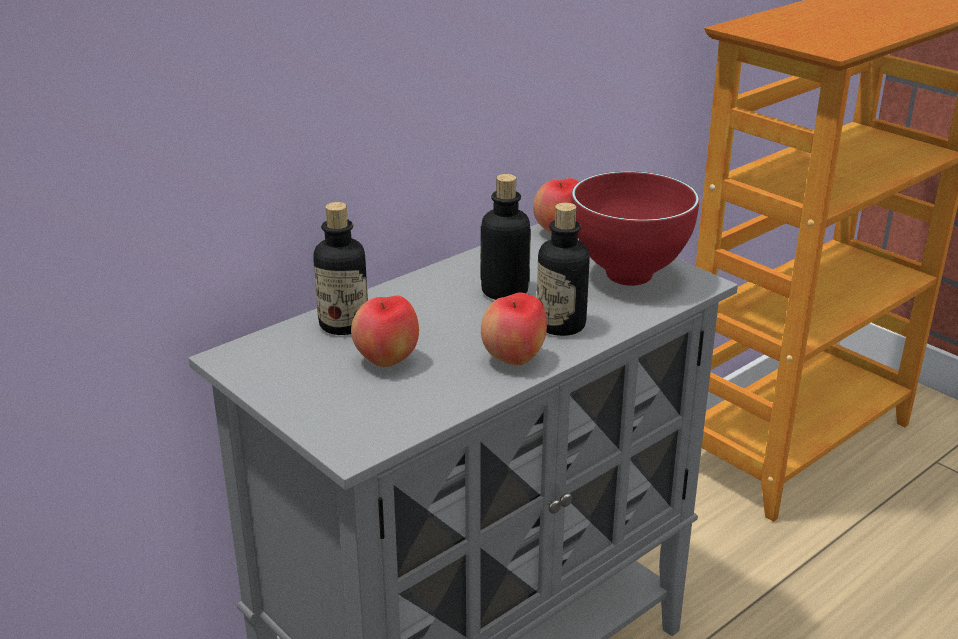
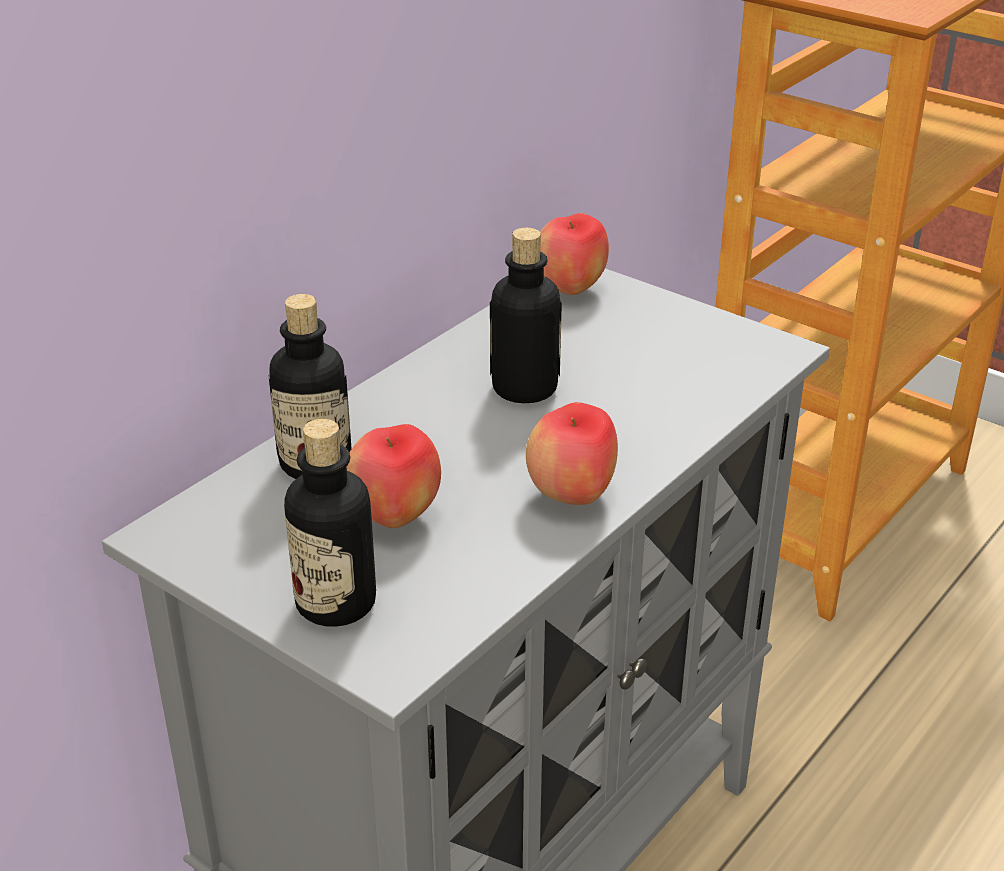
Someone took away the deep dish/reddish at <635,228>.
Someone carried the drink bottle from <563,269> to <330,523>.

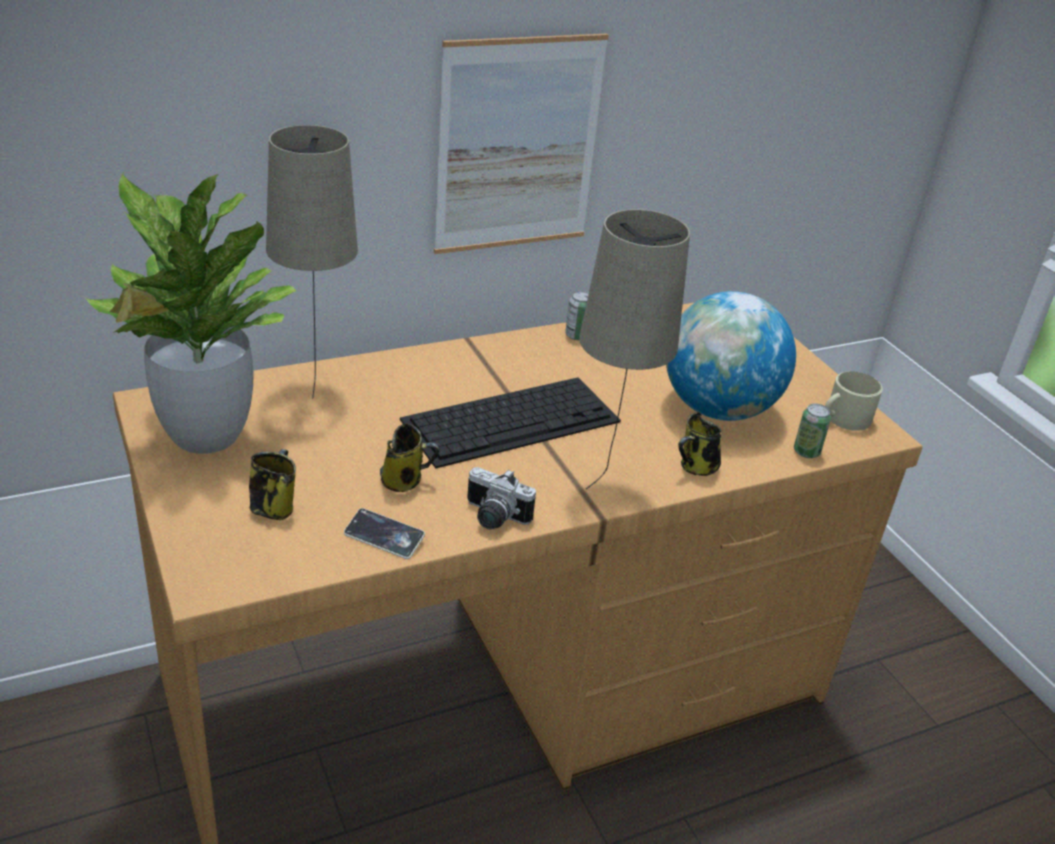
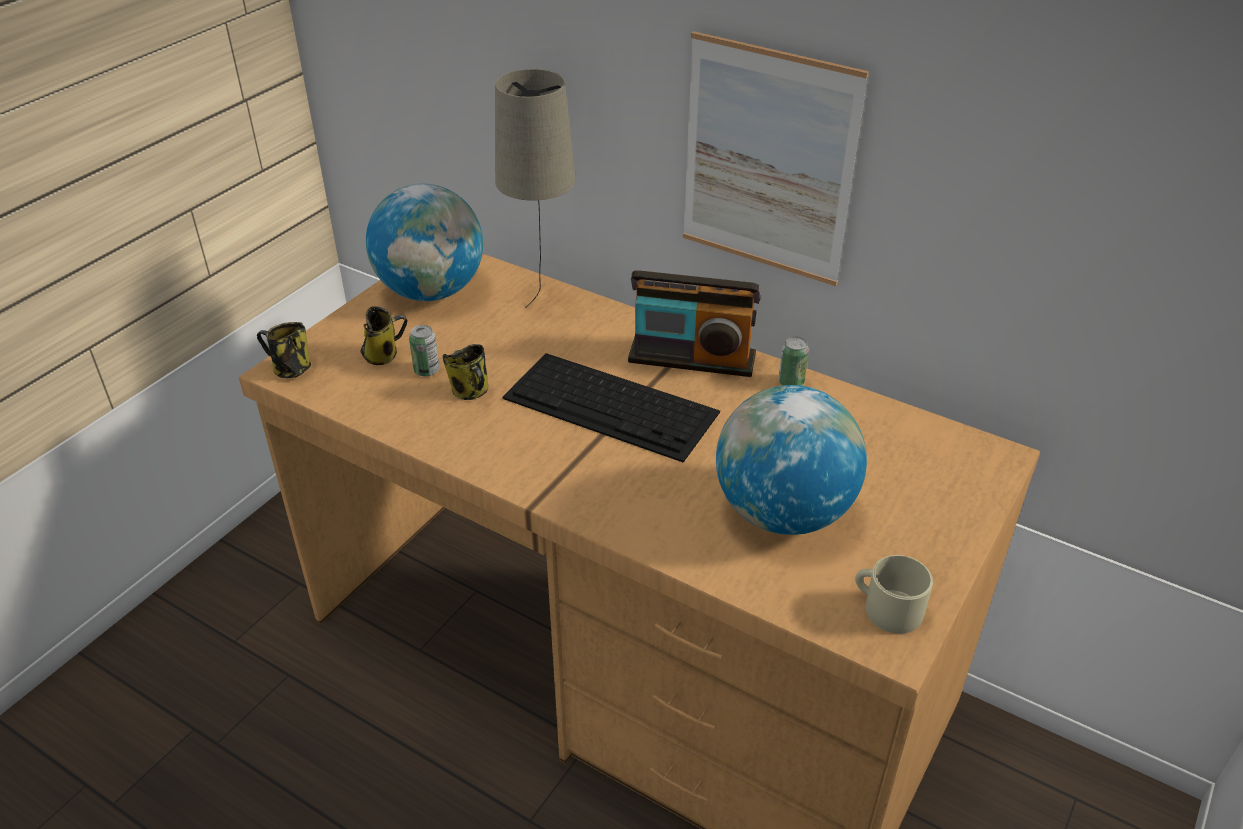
Someone swapped the houseplant at <191,313> for the world globe at <424,242>.
Someone took away the table lamp/beige at <634,349>.
Someone carried the metal can from <812,431> to <424,351>.
Someone carried the tea mug from <699,444> to <284,350>.
Someone took away the still camera at <501,498>.
Someone took away the phone at <384,533>.
Someone put down the radio receiver at <694,323>.

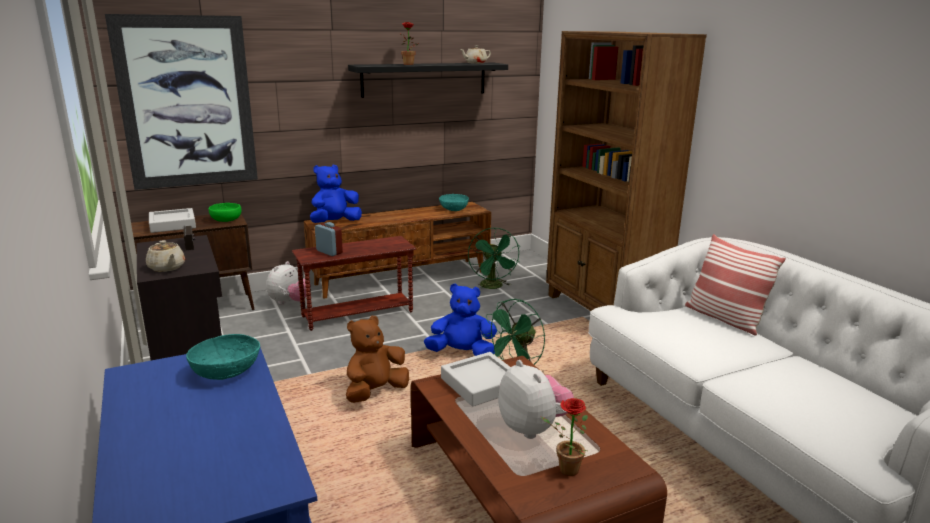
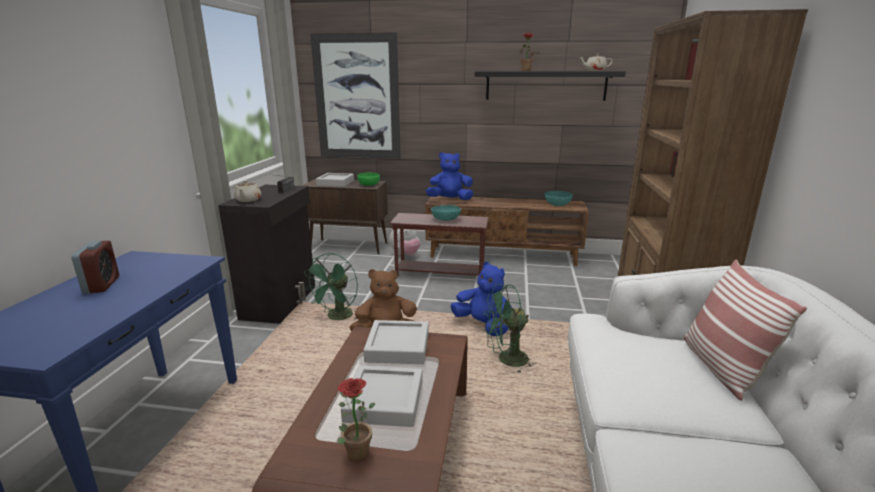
Someone carried the alarm clock from <329,239> to <95,267>.
Someone carried the fan/green from <494,258> to <330,286>.
Someone carried the deep dish/blue-green from <223,357> to <446,213>.
Someone swapped the plush toy at <536,399> for the serving tray/grey at <382,396>.

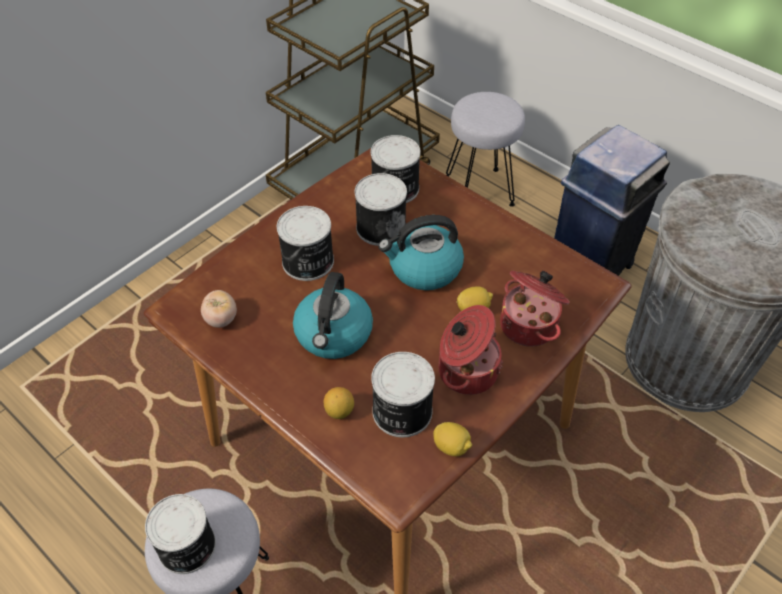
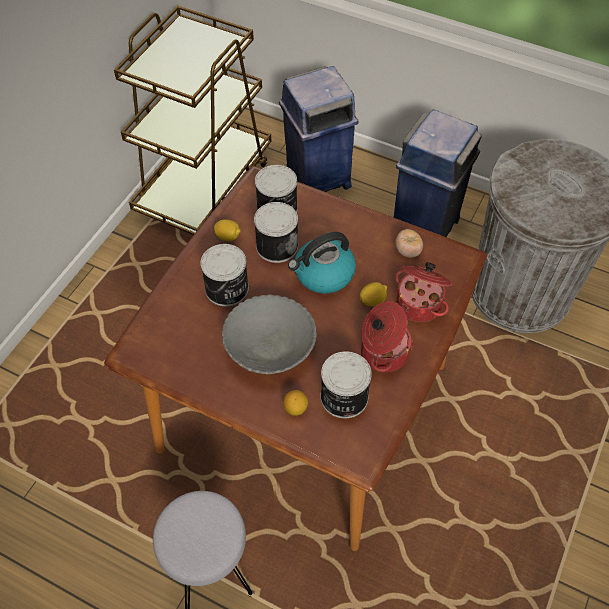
Someone swapped the stool seat/grey at <485,149> for the rubbish bin/blue-coloured at <319,129>.
Someone swapped the water kettle at <333,315> for the deep dish/grey at <269,334>.
Someone carried the tomato from <219,309> to <409,243>.
Someone carried the whole lemon from <452,439> to <227,230>.
Someone took away the metal can at <180,534>.

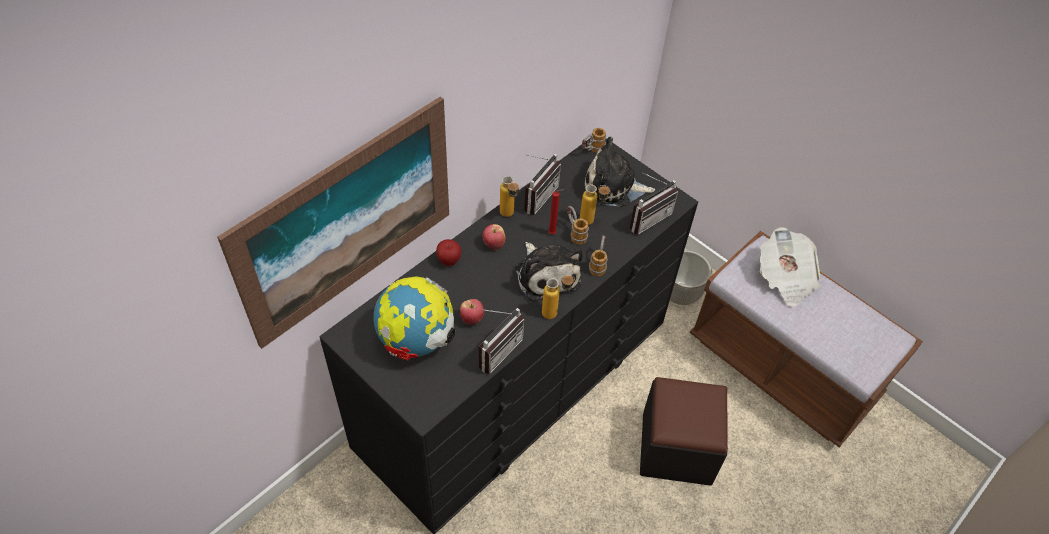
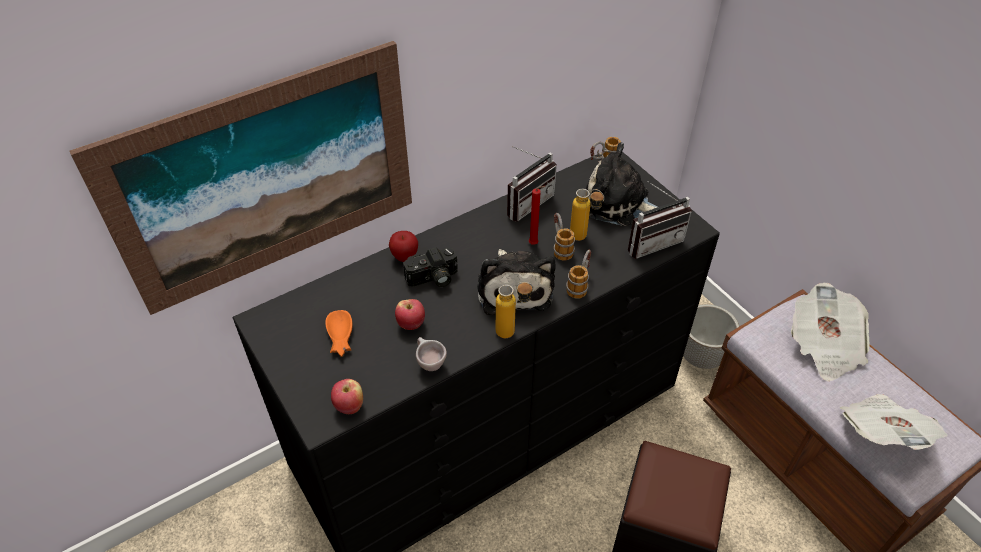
Someone took away the drink bottle at <509,196>.
Someone carried the apple from <494,237> to <347,396>.
Someone swapped the world globe at <414,318> for the deep dish/orange at <339,333>.
Someone swapped the radio receiver at <501,341> for the drinking cup/beige at <431,354>.
Someone put down the still camera at <430,267>.
Someone put down the daily paper at <893,422>.

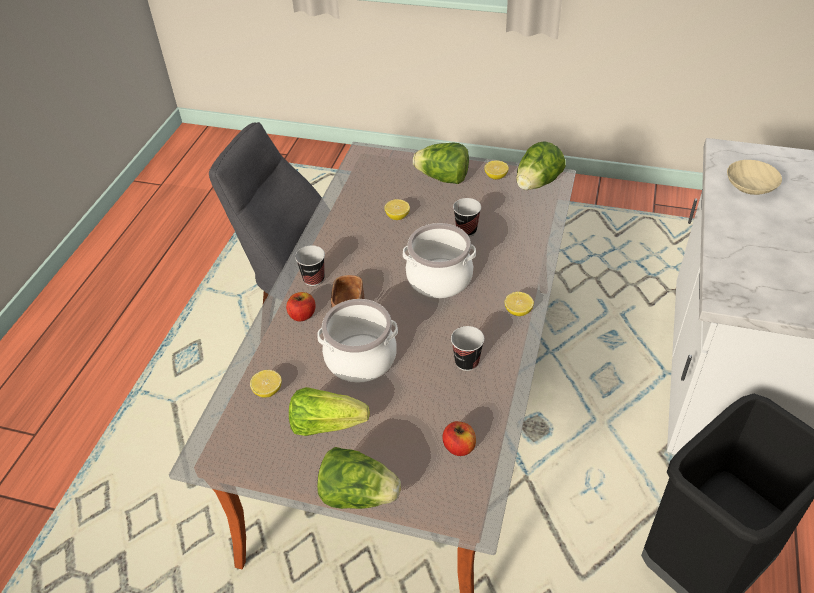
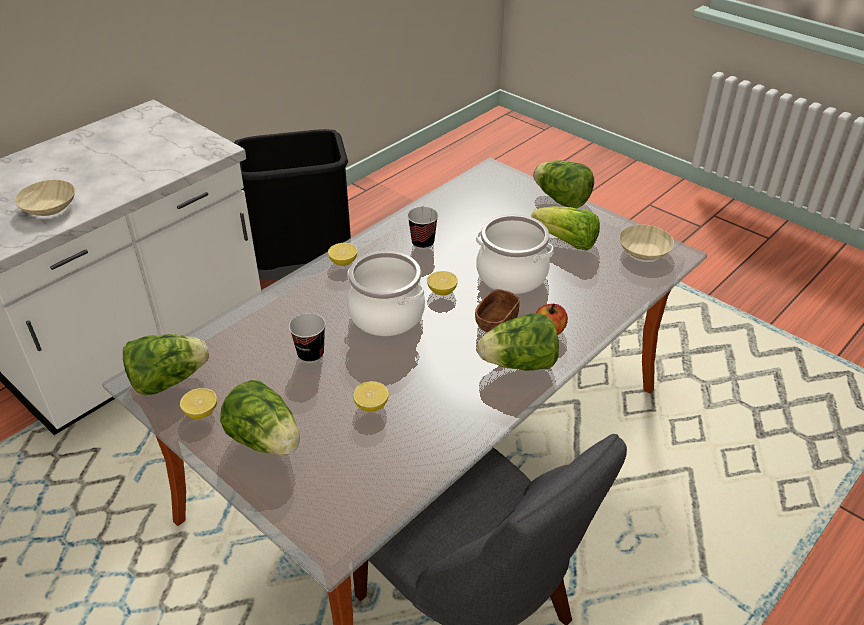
Someone swapped the drinking cup at <310,265> for the lettuce head at <518,342>.
Someone carried the whole lemon from <265,384> to <442,283>.
Someone took away the apple at <459,438>.
Someone put down the deep dish/beige at <646,242>.

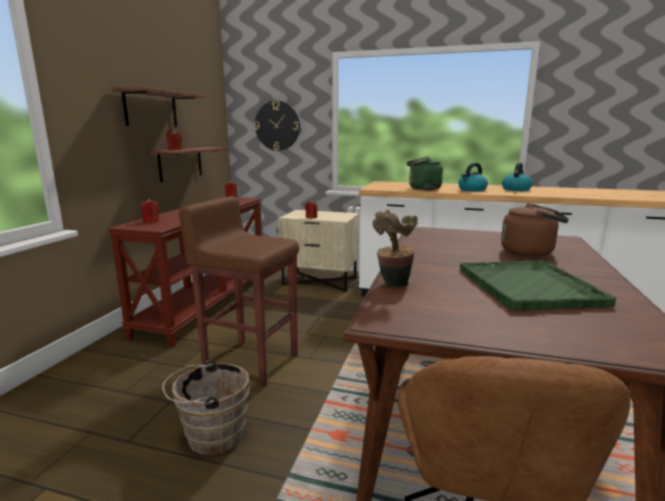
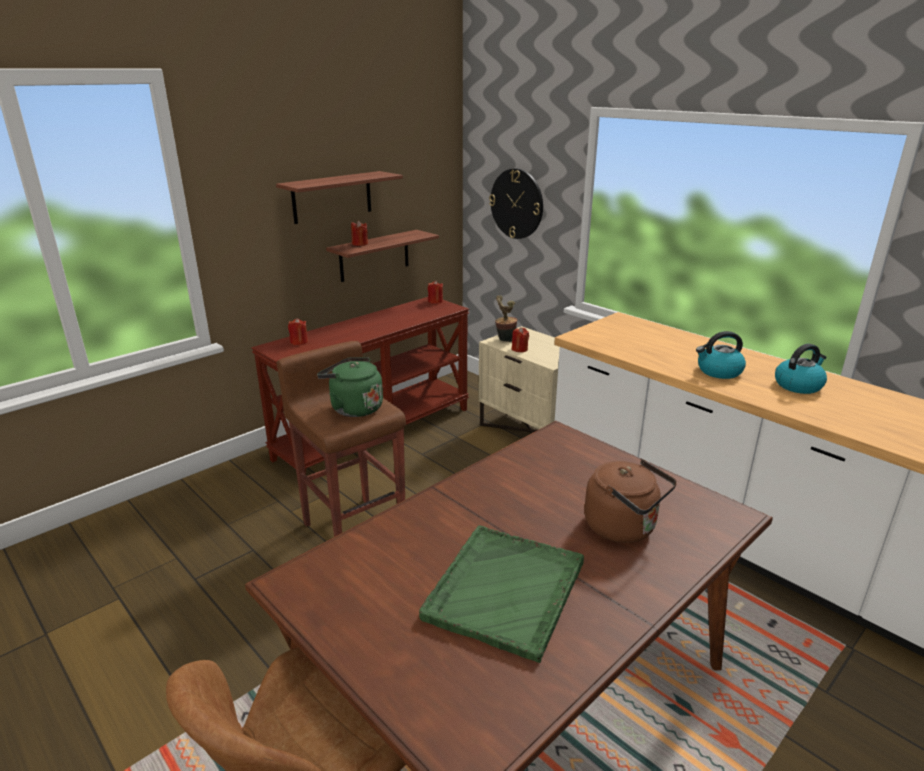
Someone carried the water kettle/green from <424,173> to <350,387>.
Someone carried the houseplant from <395,248> to <506,318>.
Someone took away the pail/brown at <205,407>.

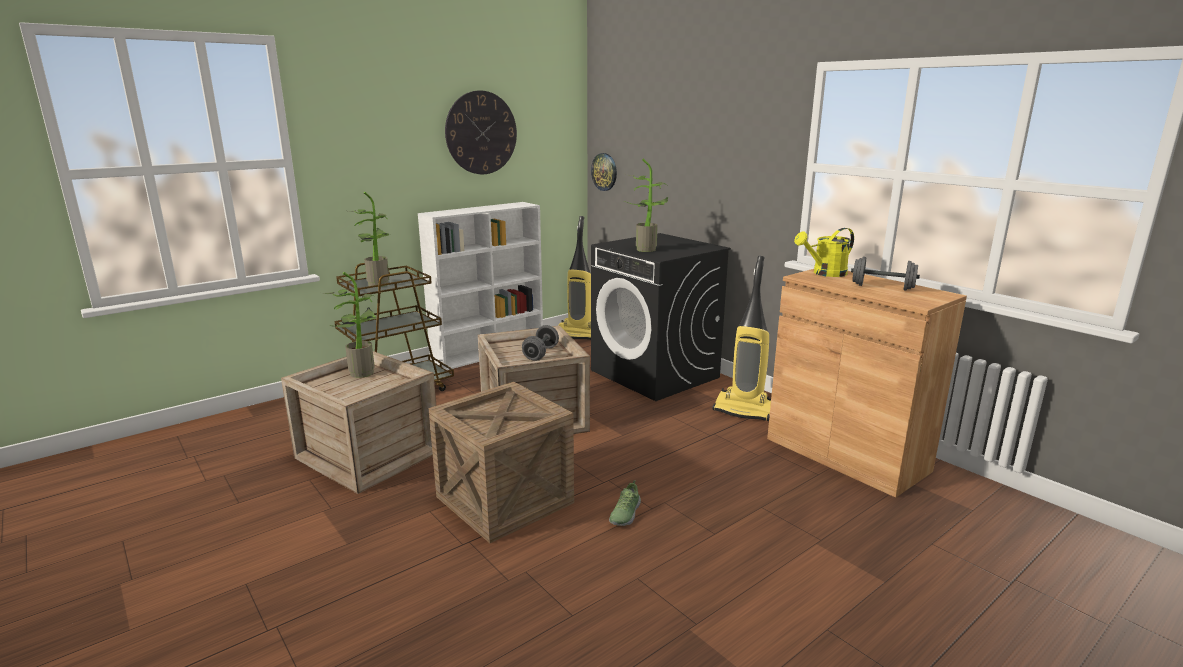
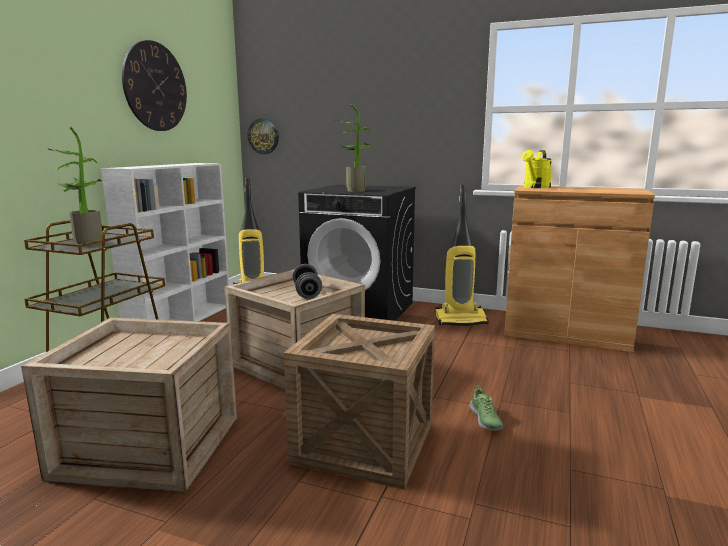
Someone took away the hand weight/grey at <885,274>.
Someone took away the houseplant at <350,325>.

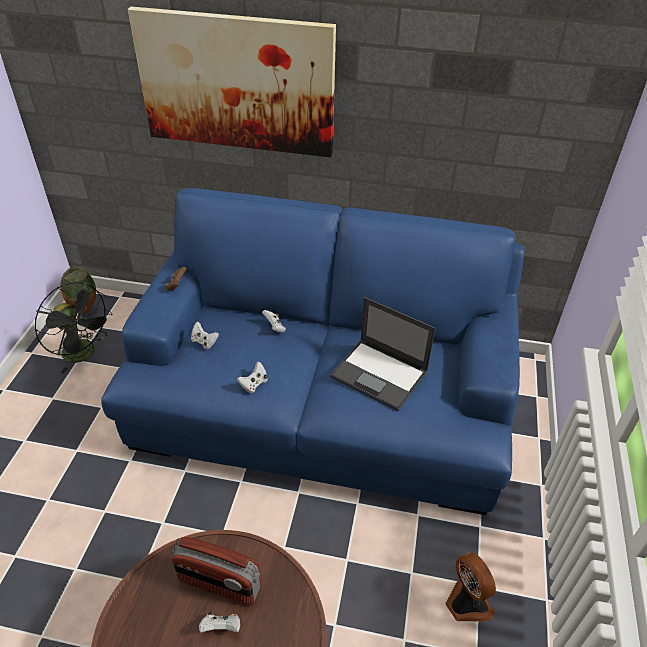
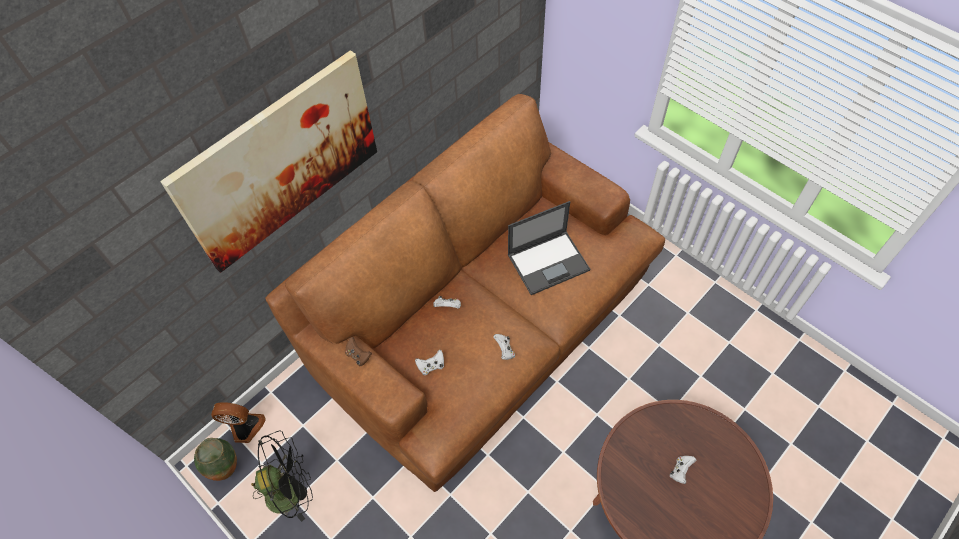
Someone repainted the couch/blue-coloured at <313,351>, which became the couch/brown at <465,293>.
Someone took away the radio receiver at <216,571>.
Someone carried the fan from <470,587> to <238,422>.

